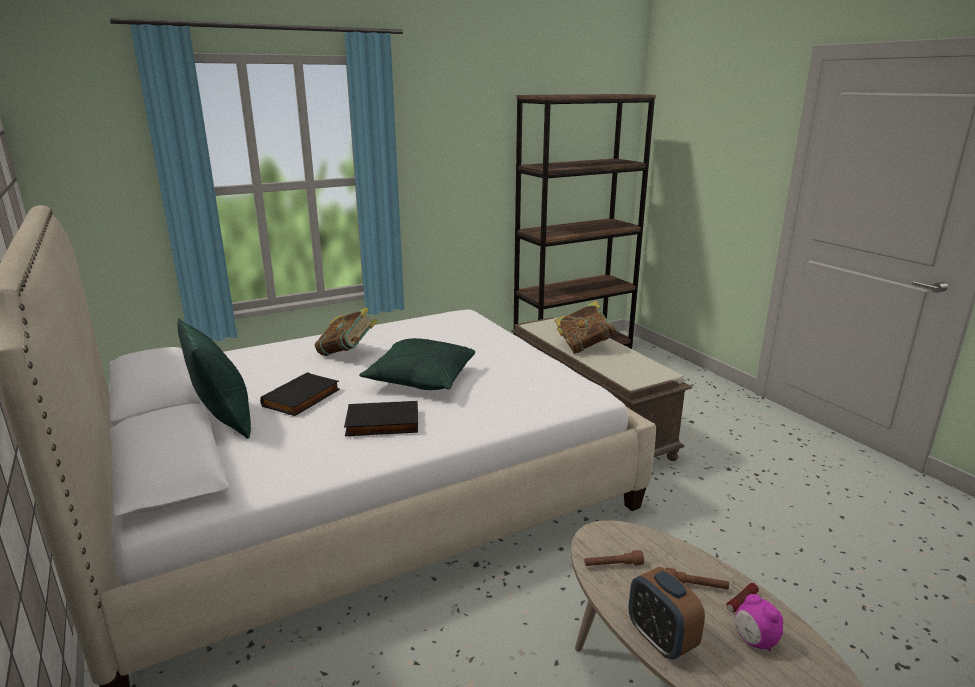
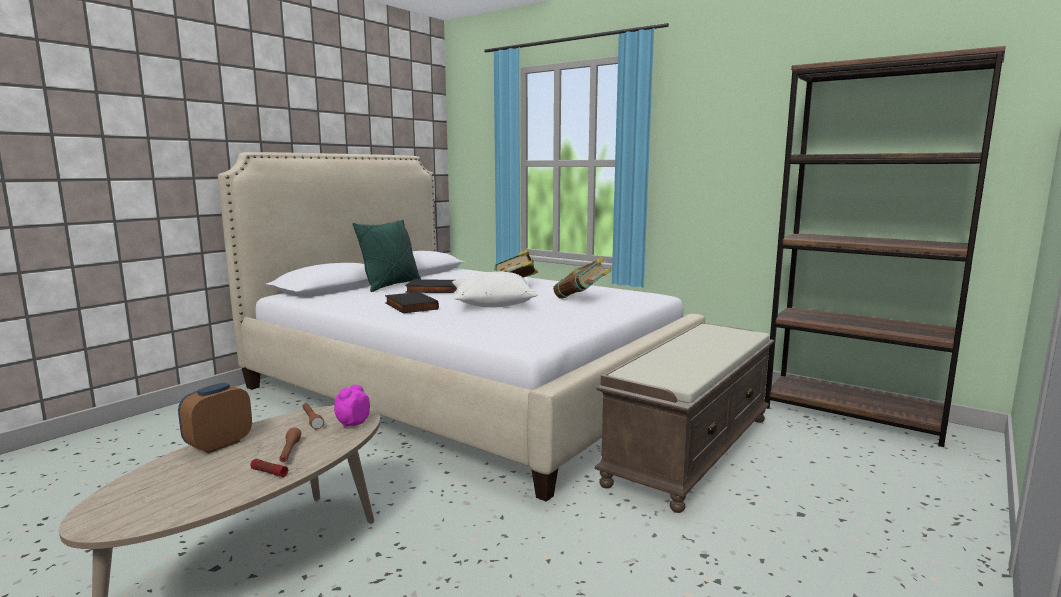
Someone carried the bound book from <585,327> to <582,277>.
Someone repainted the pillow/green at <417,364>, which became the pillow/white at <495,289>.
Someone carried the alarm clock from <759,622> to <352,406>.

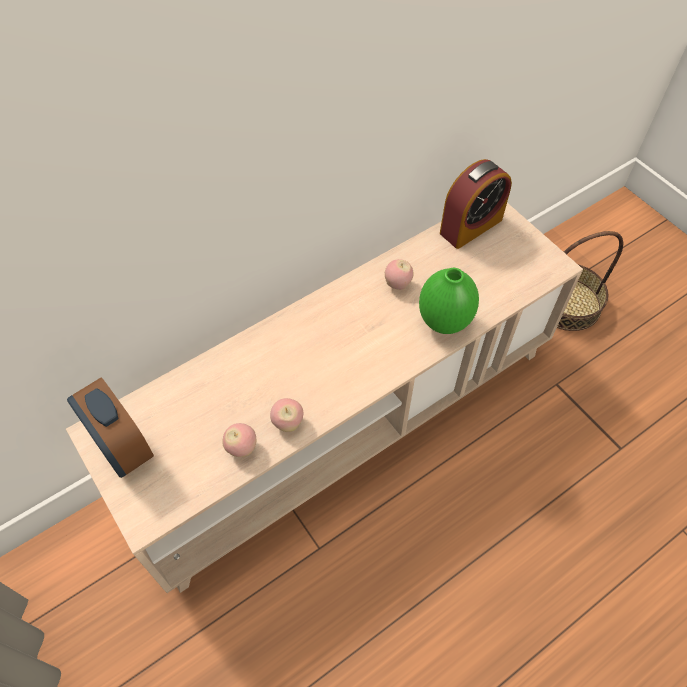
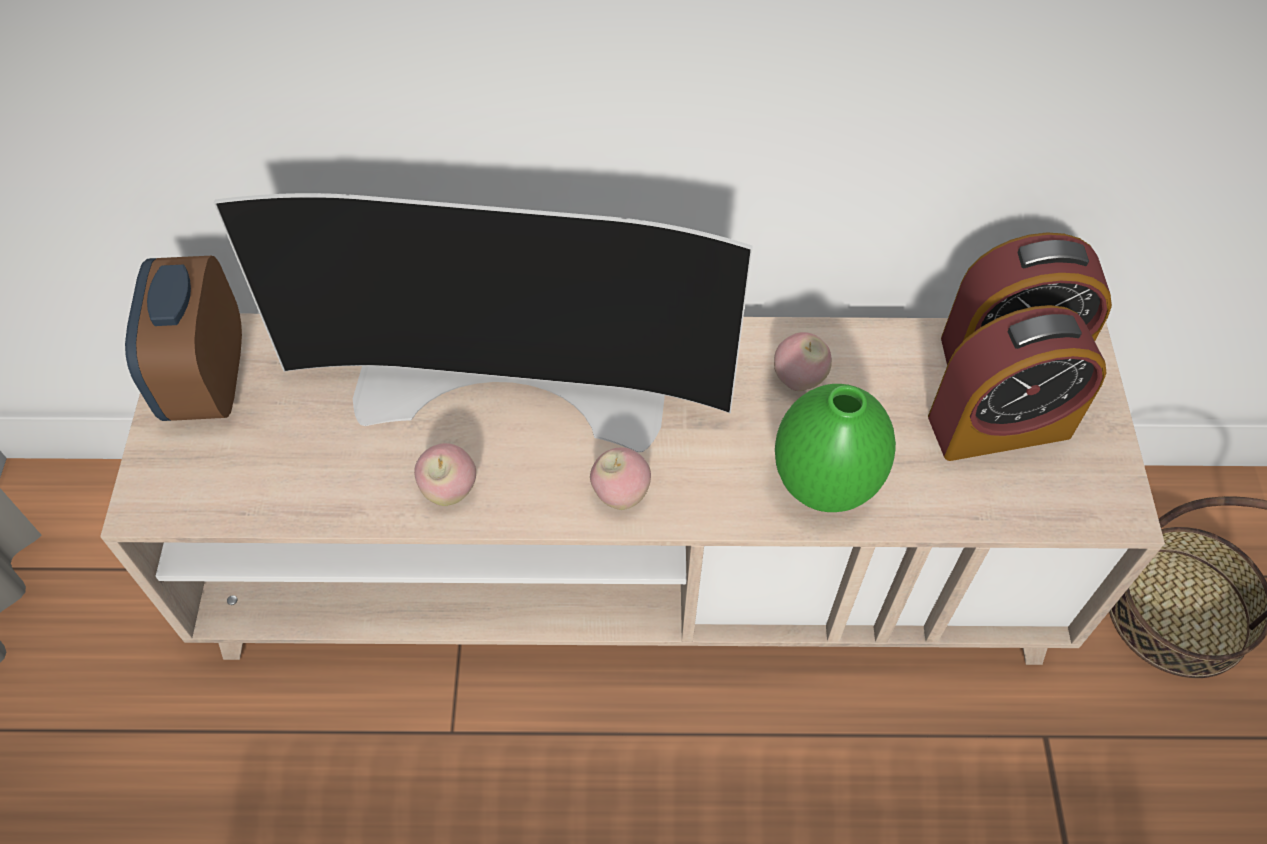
Someone carried the apple from <239,440> to <620,478>.
Someone put down the TV at <483,322>.
Someone put down the alarm clock at <1017,383>.

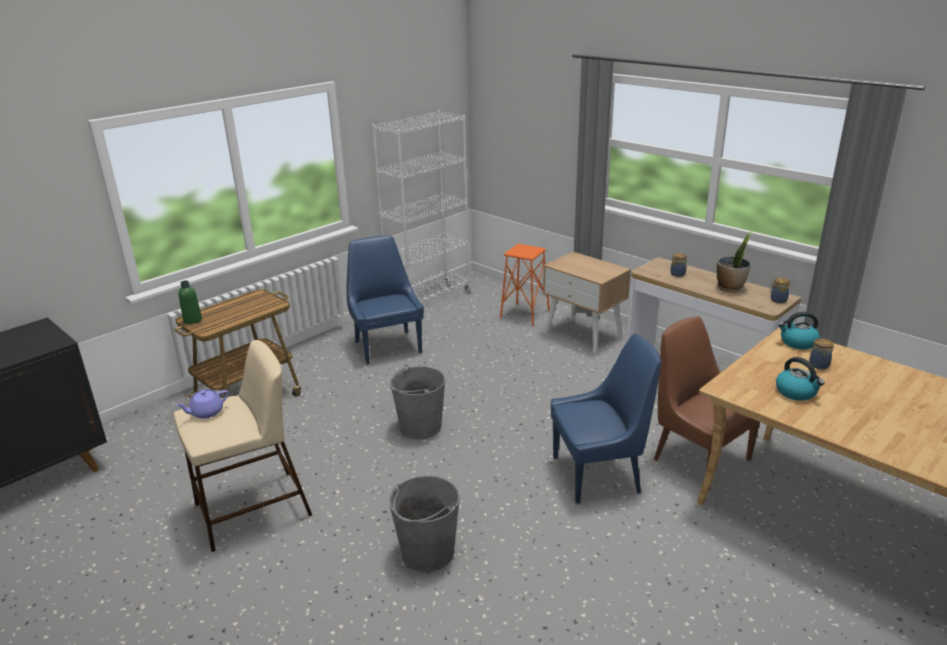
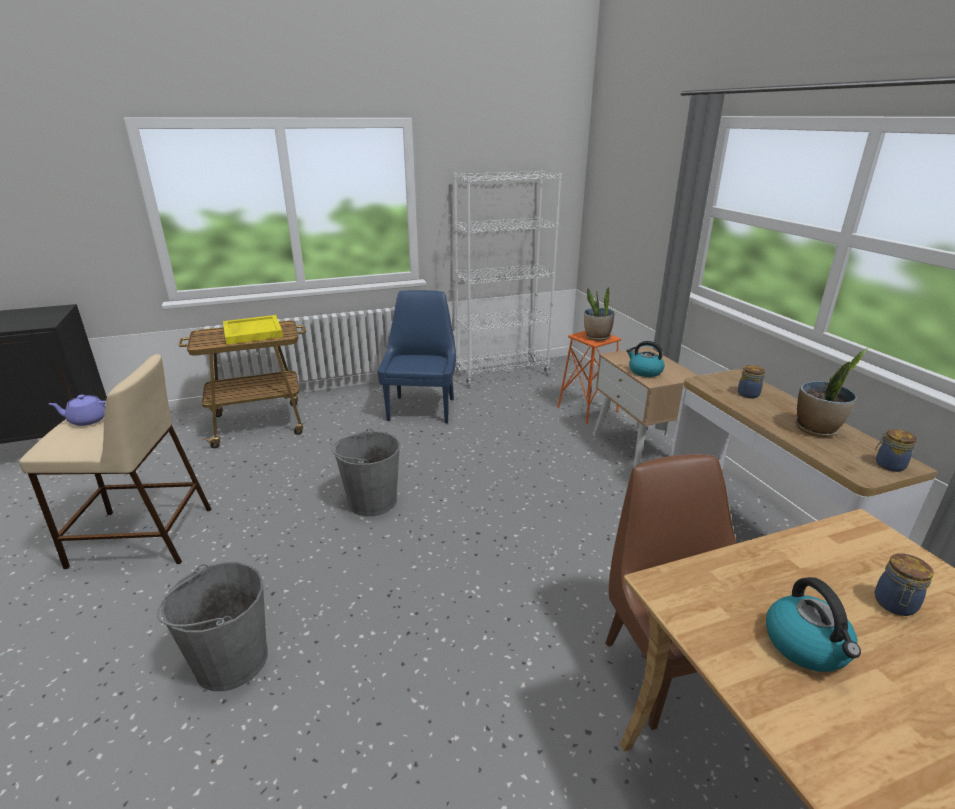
Someone took away the drink bottle/green at <190,302>.
Someone carried the water kettle from <799,330> to <645,359>.
Someone took away the upright chair/blue-coloured at <606,419>.
Someone put down the houseplant at <599,314>.
Someone put down the serving tray/yellowish at <253,330>.

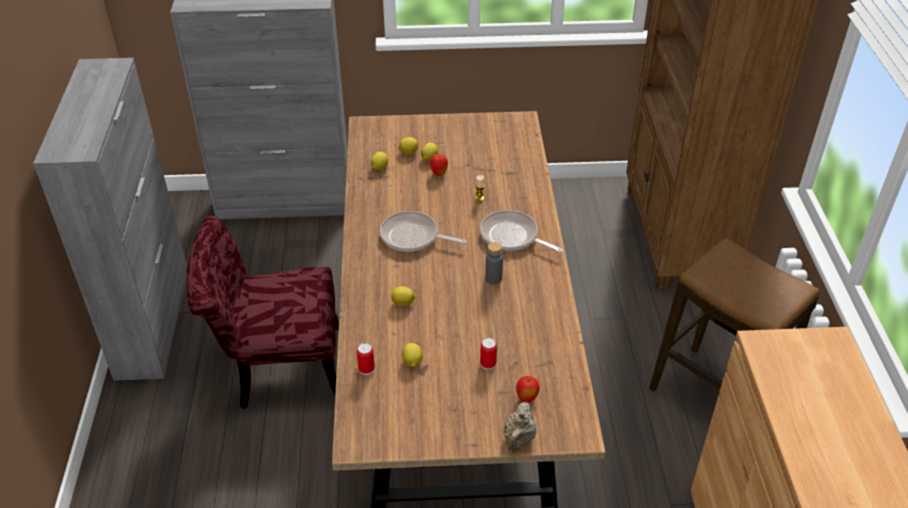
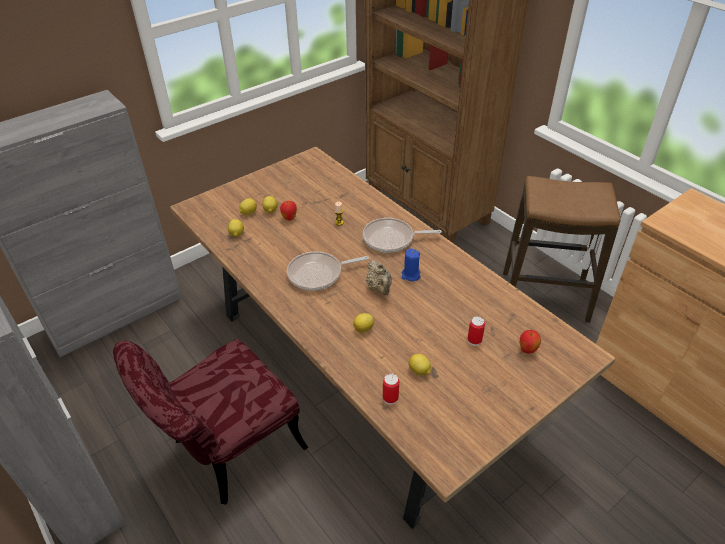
Someone swapped the drink bottle/grey at <494,263> for the wax light/blue-coloured at <411,265>.
Someone carried the pot for tea/beige from <520,427> to <379,277>.

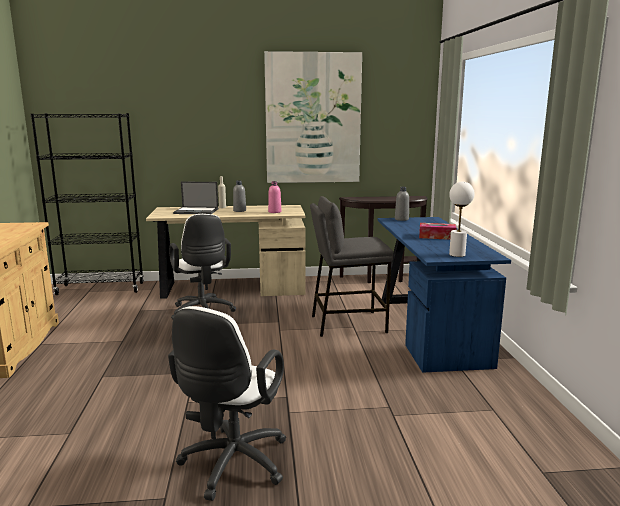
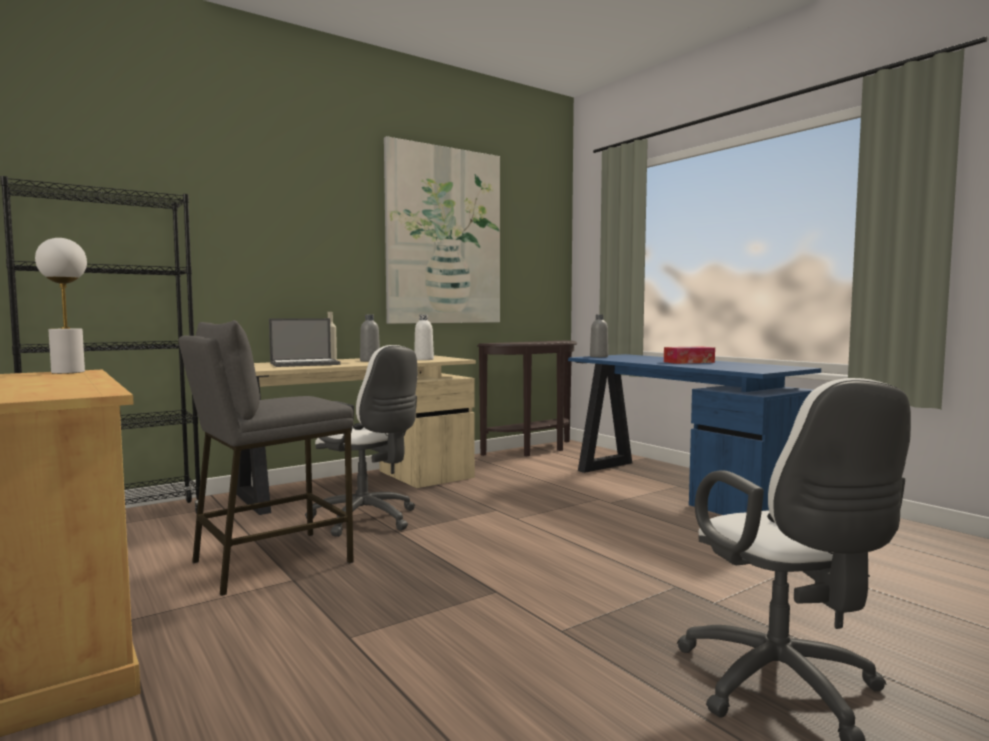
Someone repainted the drink bottle/pinkish at <274,197>, which became the drink bottle/white at <424,337>.
Someone carried the table lamp/white from <461,219> to <61,306>.
Someone carried the stool seat/grey from <351,266> to <266,458>.

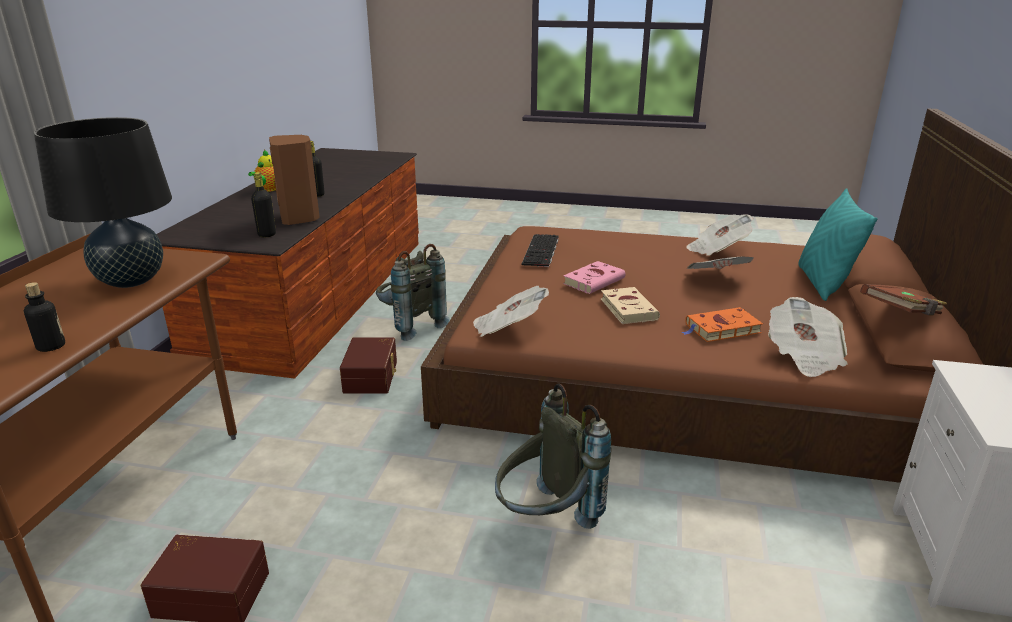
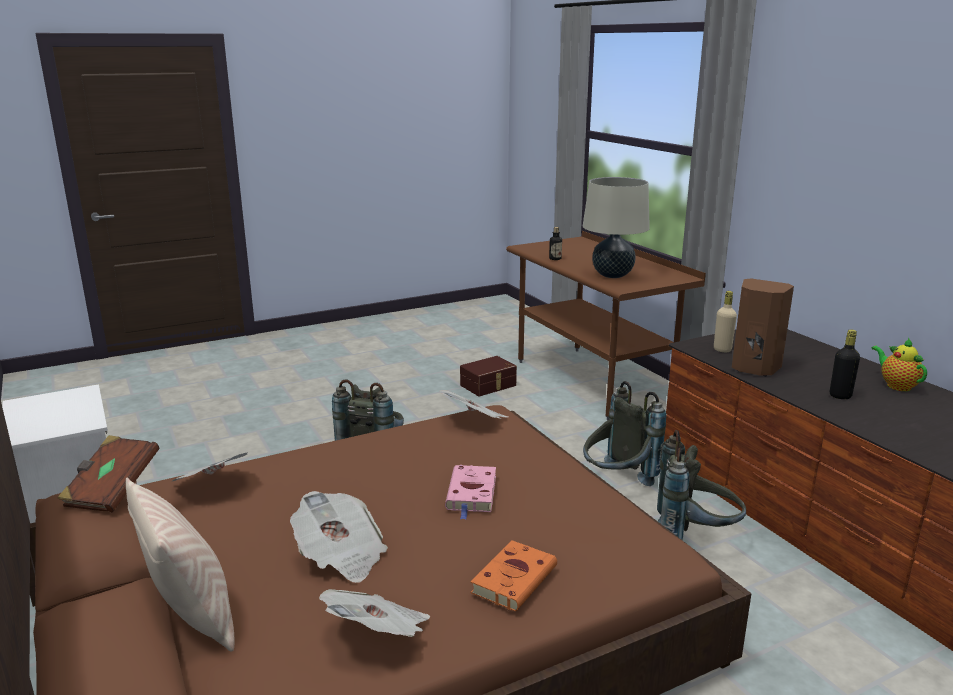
Someone repainted the table lamp/blackish at <103,202>, which became the table lamp/beige at <616,227>.
Someone repainted the drink bottle/blackish at <263,205>, which became the drink bottle/beige at <725,321>.
Someone repainted the pillow/blue-green at <837,244>, which became the pillow/beige at <180,565>.
Someone took away the keyboard at <540,250>.
Someone took away the bound book/beige at <630,305>.
Someone carried the bound book/orange from <722,324> to <514,576>.
Someone swapped the storage box/brown at <368,365> for the backpack/grey at <624,433>.

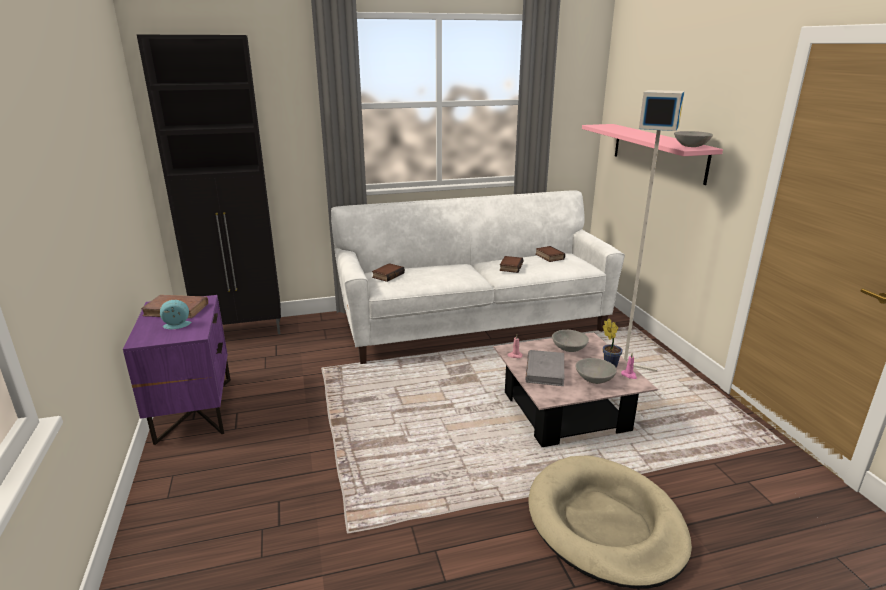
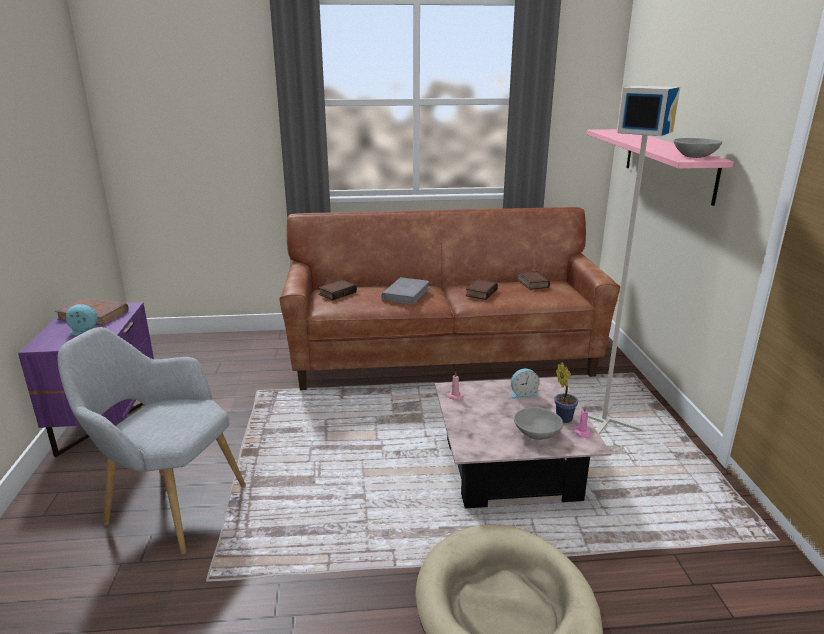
Someone took away the cupboard/blackish at <209,184>.
Someone repainted the couch/white at <478,277>, which became the couch/brown at <449,298>.
Someone swapped the deep dish/grey at <570,341> for the alarm clock at <525,384>.
Someone carried the bound book/grey from <544,368> to <406,291>.
Someone put down the lounge chair/grey at <151,440>.

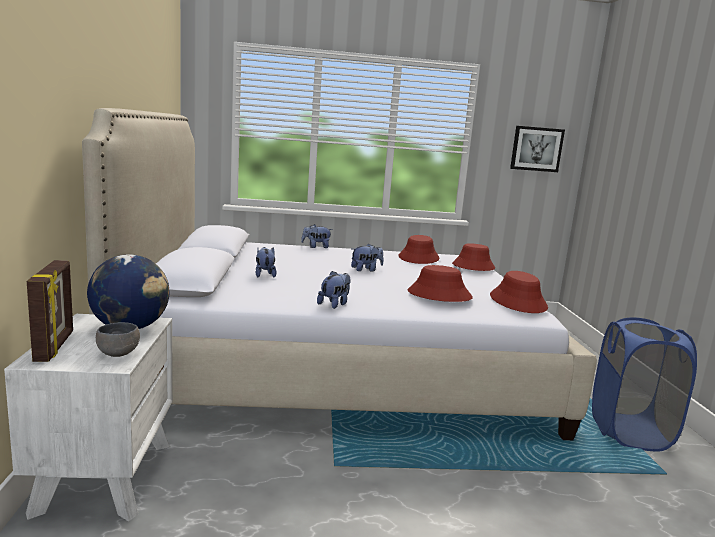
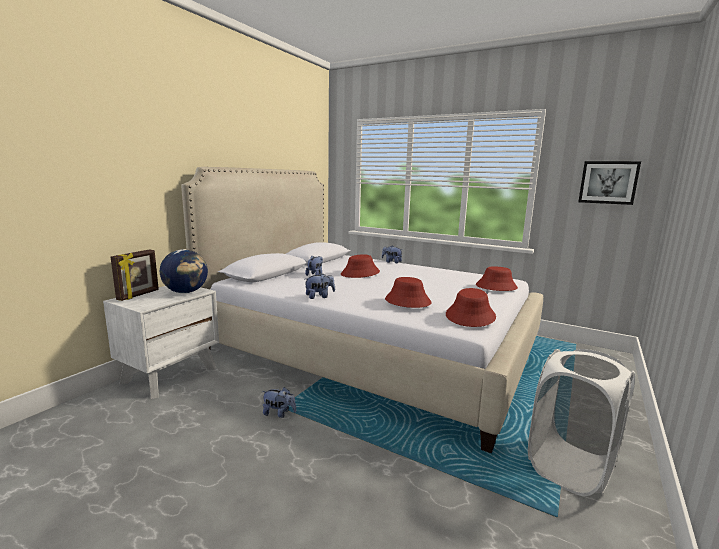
Someone carried the clothing hat/reddish from <418,249> to <360,266>.
Someone carried the plush toy from <367,257> to <279,402>.
Someone repainted the laundry basket/blue-coloured at <644,384>, which became the laundry basket/white at <581,422>.
Someone took away the deep dish/grey at <118,339>.

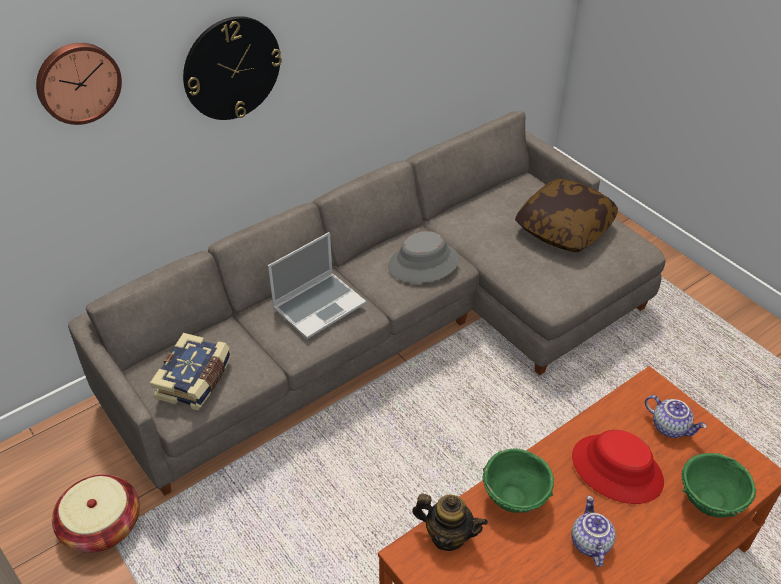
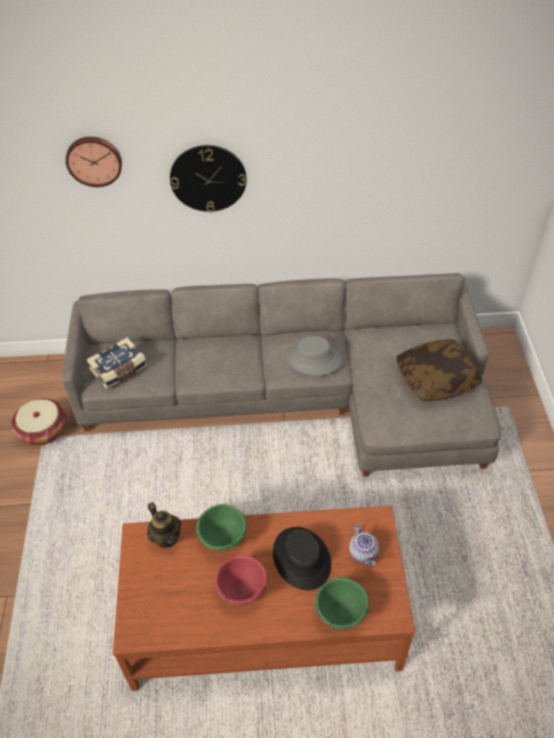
Someone took away the laptop at <317,285>.
Someone repainted the clothing hat/reddish at <618,467>, which became the clothing hat/blackish at <302,558>.
Someone swapped the pot for tea at <593,531> for the deep dish/reddish at <241,580>.

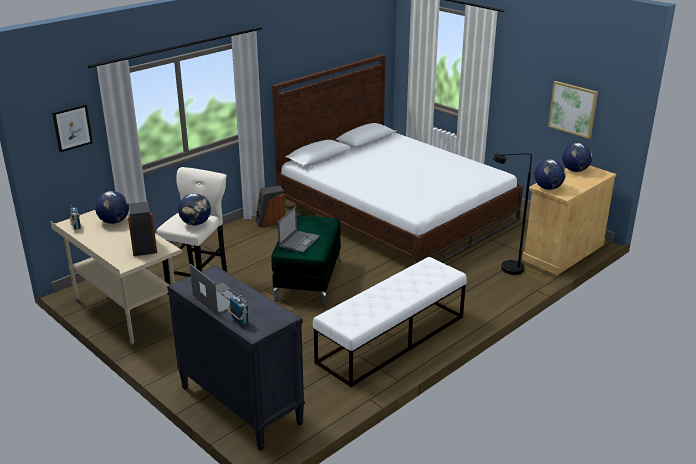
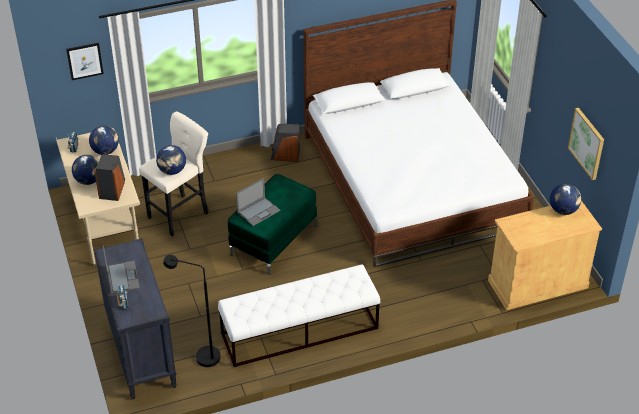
Someone carried the floor lamp/blackish from <512,214> to <192,311>.
Someone carried the world globe from <550,174> to <85,170>.

